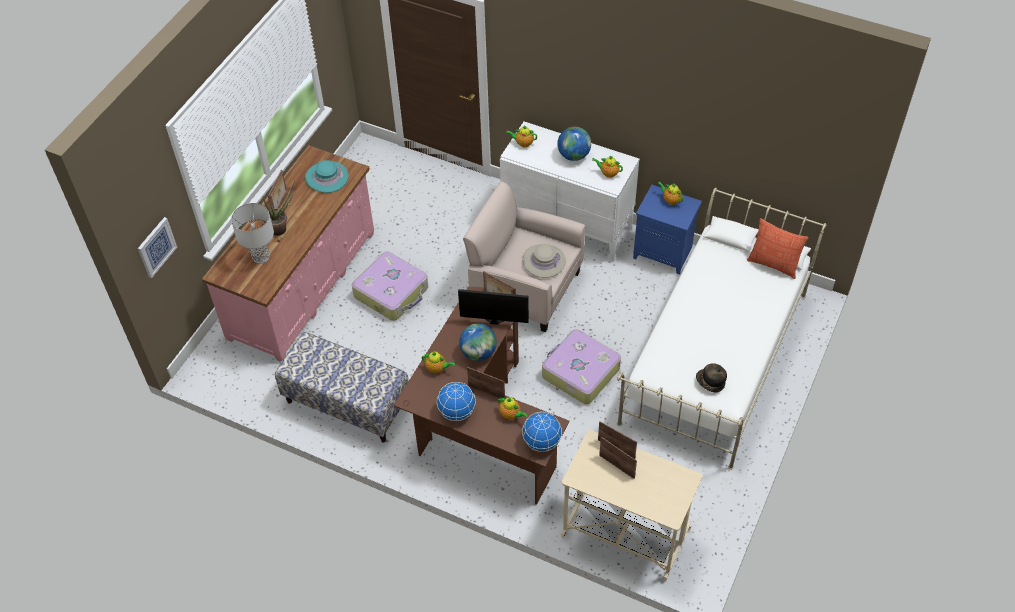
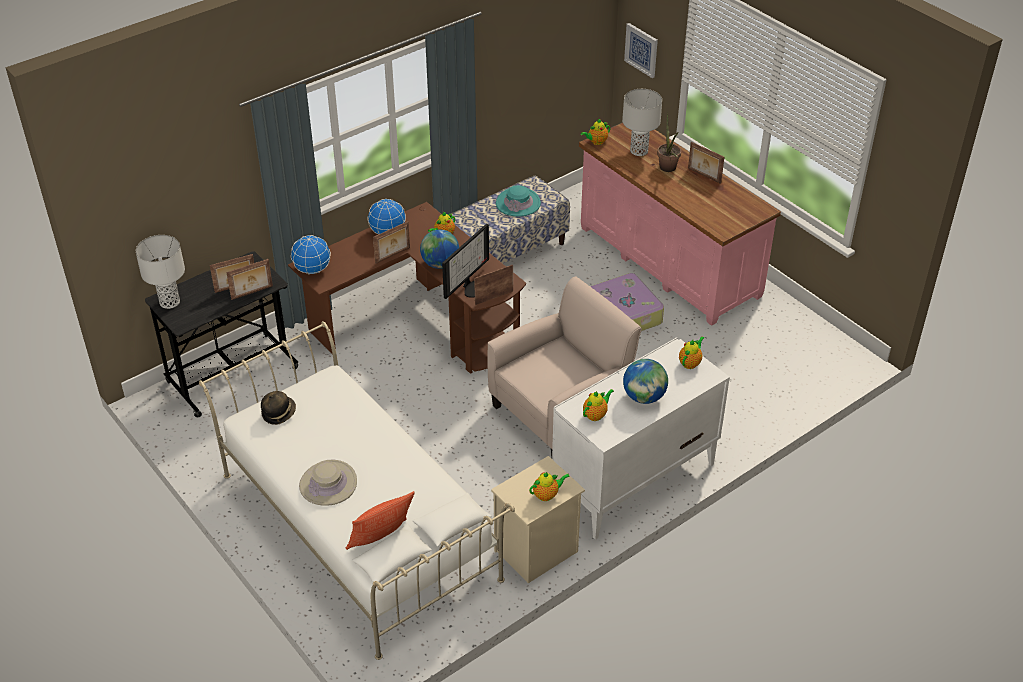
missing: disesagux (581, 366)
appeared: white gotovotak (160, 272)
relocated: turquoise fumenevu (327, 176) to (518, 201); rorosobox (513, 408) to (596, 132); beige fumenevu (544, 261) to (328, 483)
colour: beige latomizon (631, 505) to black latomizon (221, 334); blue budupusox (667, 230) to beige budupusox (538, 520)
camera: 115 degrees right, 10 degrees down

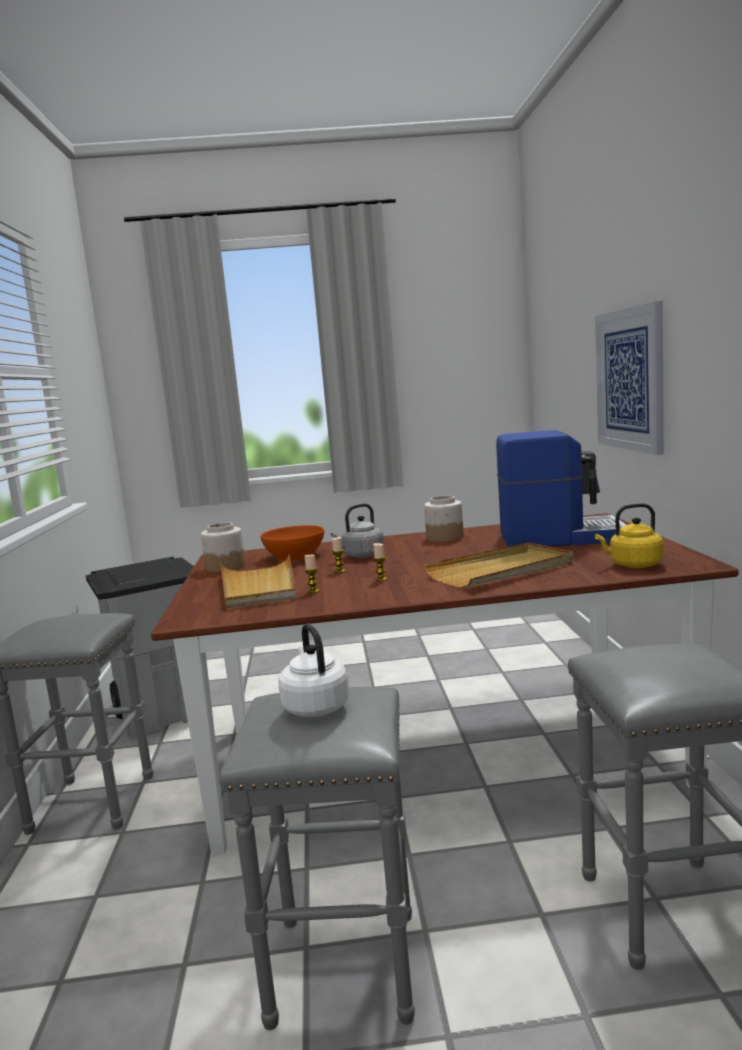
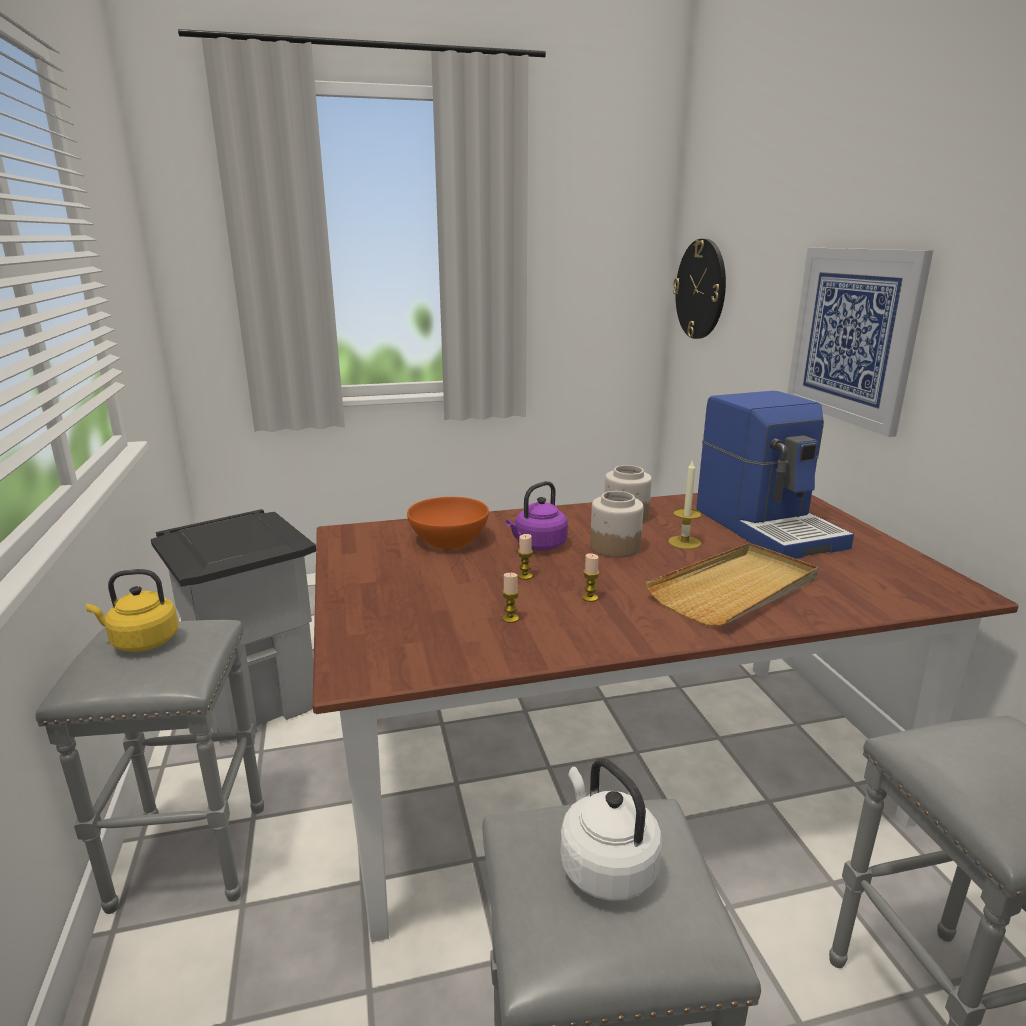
missing: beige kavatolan (258, 581)
appeared: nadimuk (685, 504); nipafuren (699, 289)
relocated: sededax (223, 547) to (617, 524); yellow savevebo (629, 535) to (132, 610)
colour: grey savevebo (357, 530) to purple savevebo (537, 516)
spun: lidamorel (561, 488) = (775, 475) 75 degrees clockwise
camera: 10 degrees left, 10 degrees up

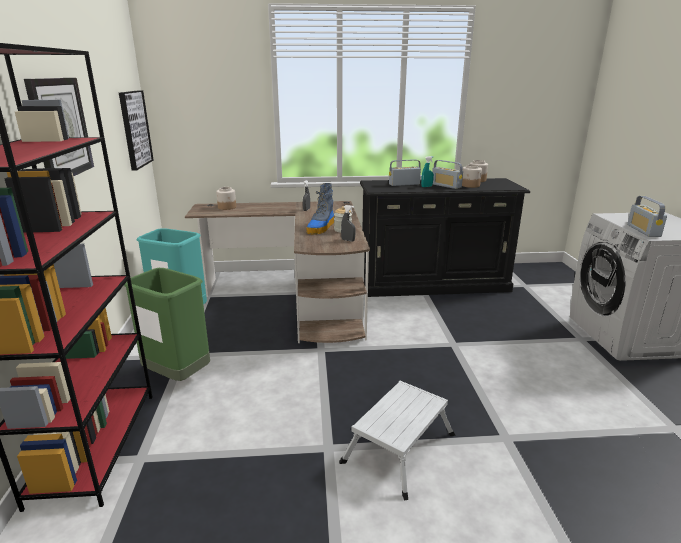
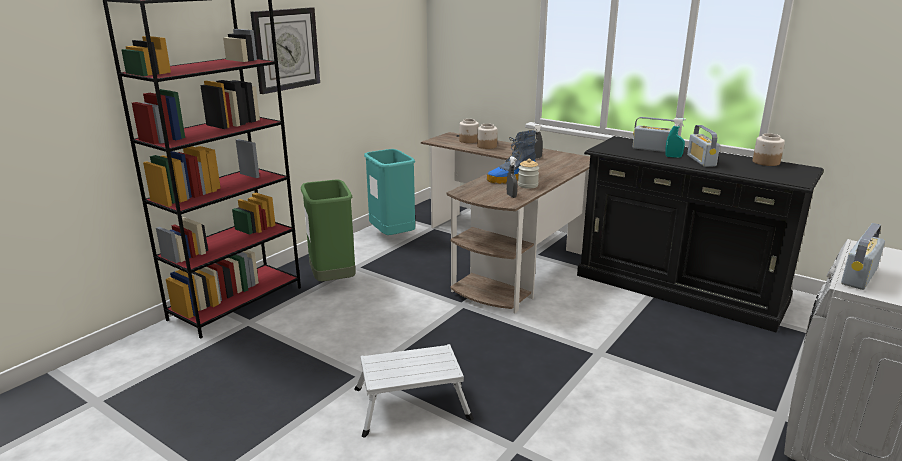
missing: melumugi (136, 130)
relocated: sededax (472, 176) to (487, 136)
camera: 40 degrees right, 0 degrees up

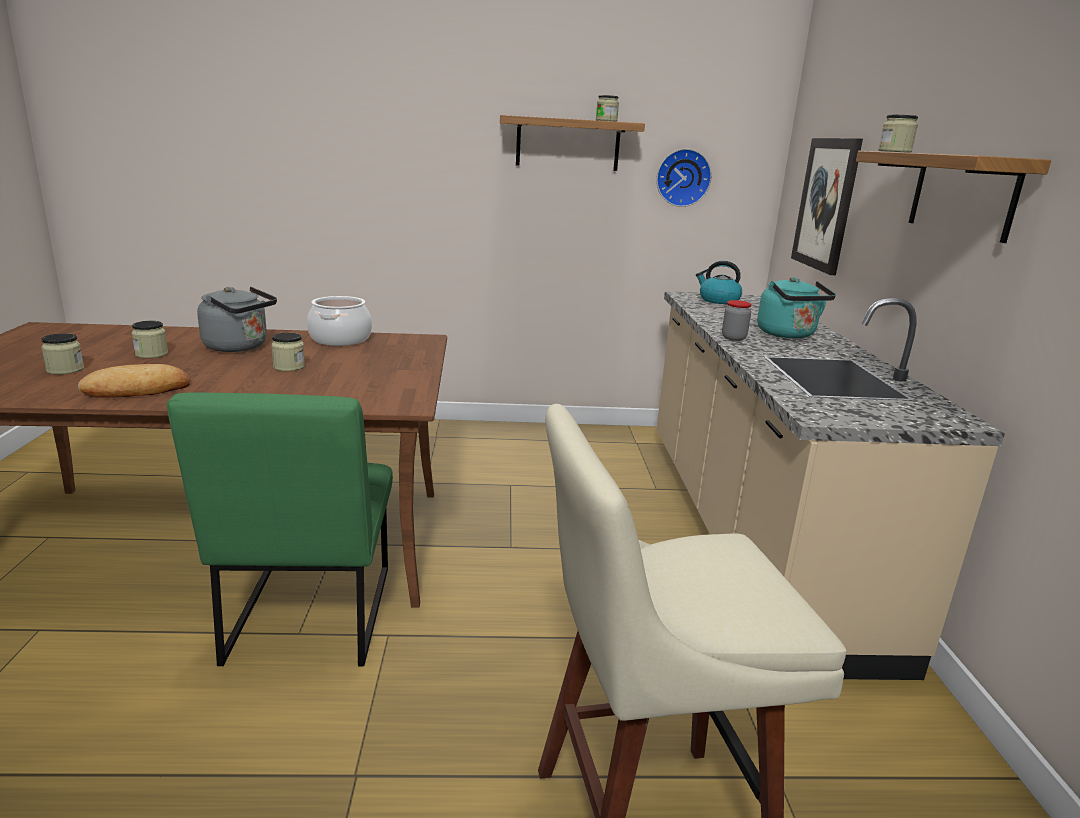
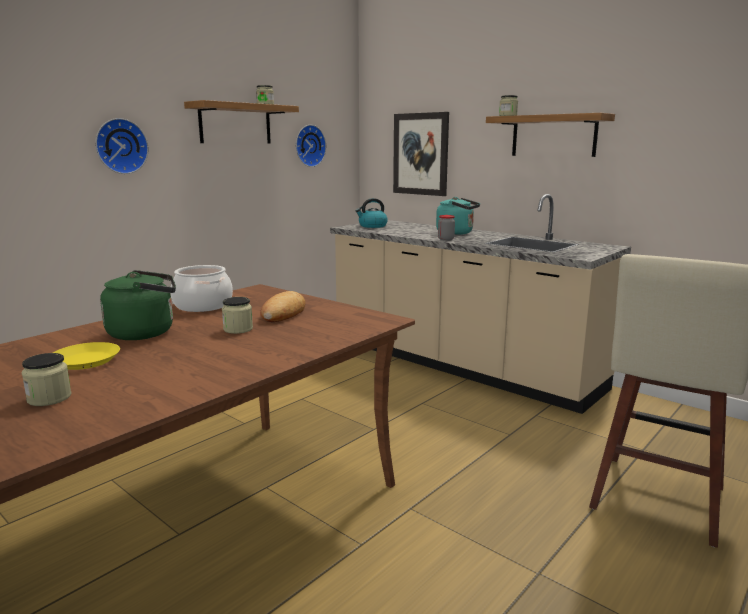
missing: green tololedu (280, 529)
appeared: nipafuren (122, 146)
relocated: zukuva (134, 381) to (282, 306)
exchanged: sededax (150, 339) to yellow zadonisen (86, 356)
colour: grey savevebo (237, 319) to green savevebo (138, 305)
camera: 45 degrees left, 5 degrees down

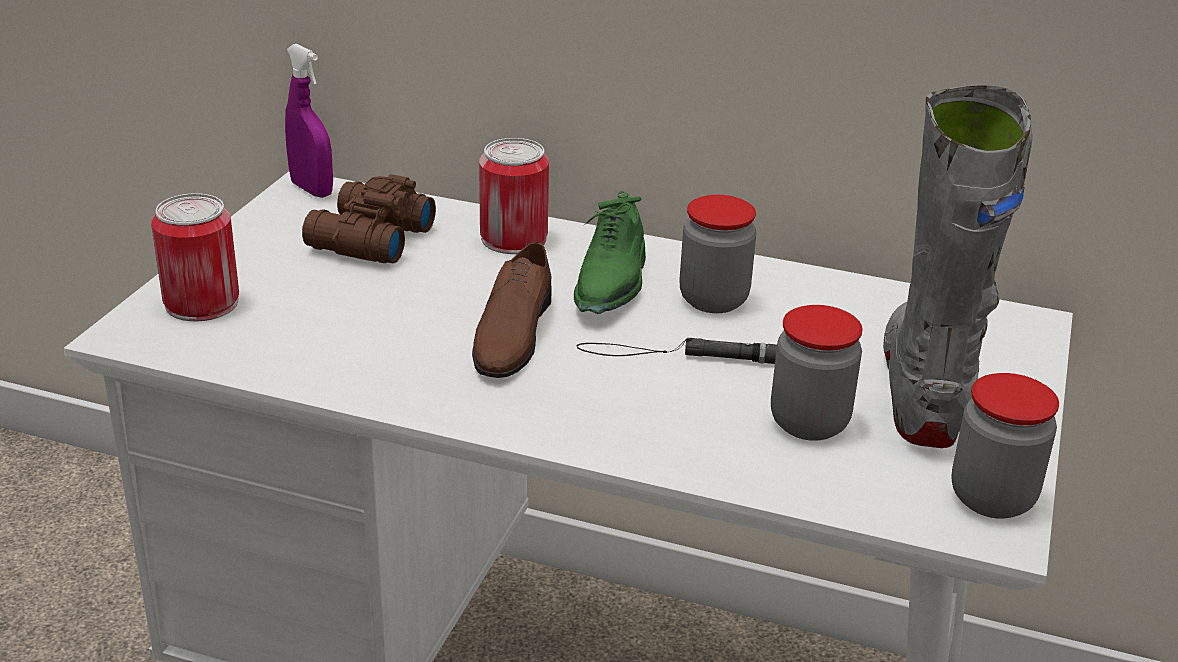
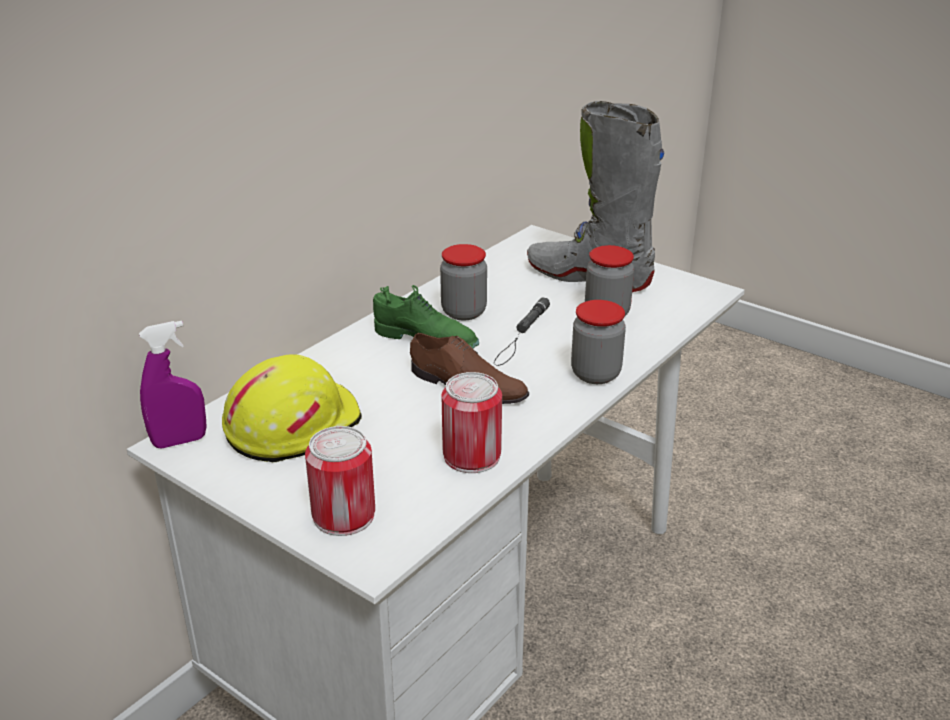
relocated: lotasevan (514, 196) to (471, 422); sededax (1005, 446) to (598, 342)
exchanged: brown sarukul (369, 218) to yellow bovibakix (292, 408)
camera: 70 degrees left, 0 degrees up

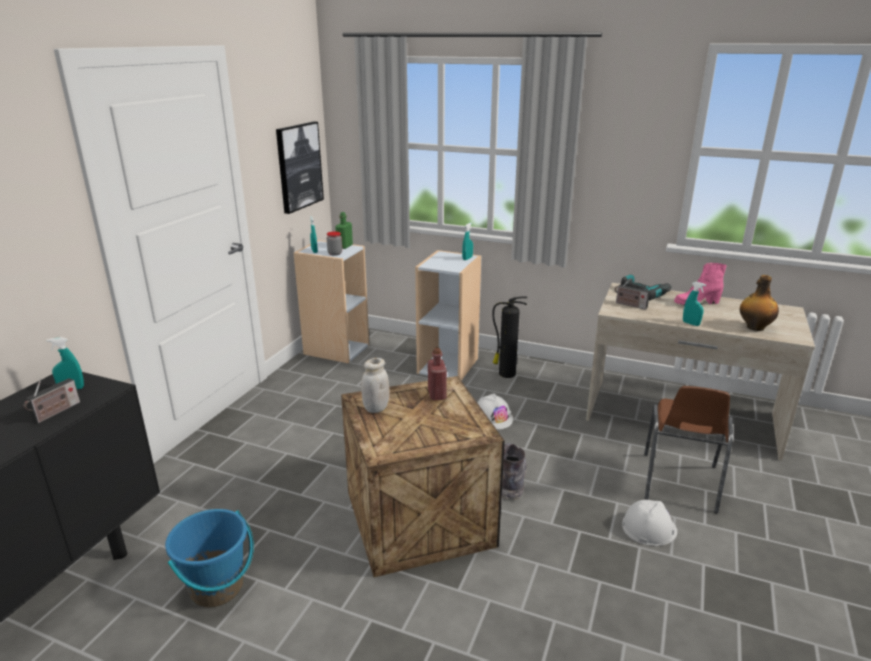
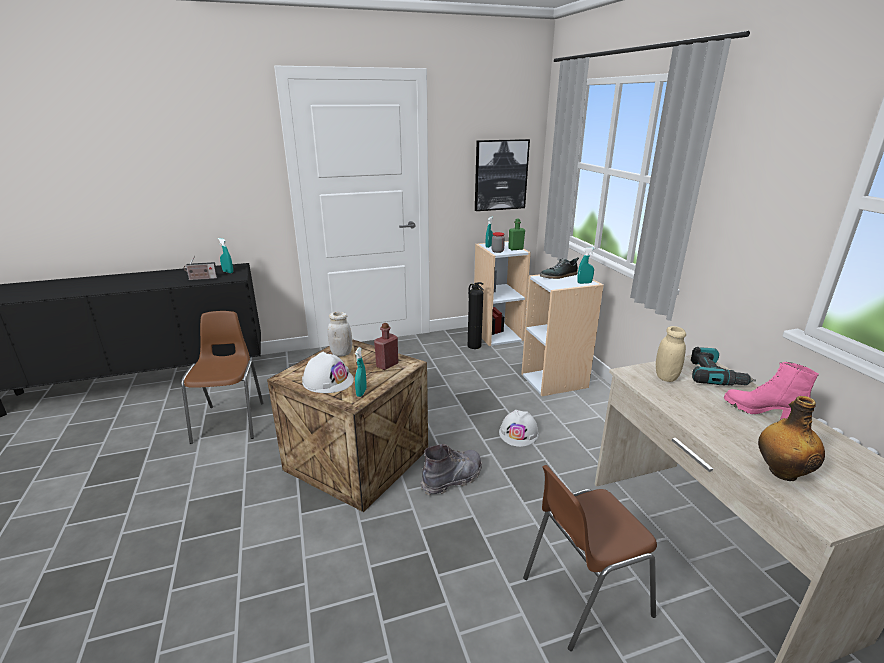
appeared: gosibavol (559, 268)
relocated: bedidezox (509, 337) to (475, 315); white bovibakix (649, 523) to (328, 372); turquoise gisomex (694, 304) to (361, 372)
exchanged: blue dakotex (209, 558) to brown tololedu (222, 377); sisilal (632, 294) to beige sededax (671, 354)
camera: 50 degrees right, 0 degrees up

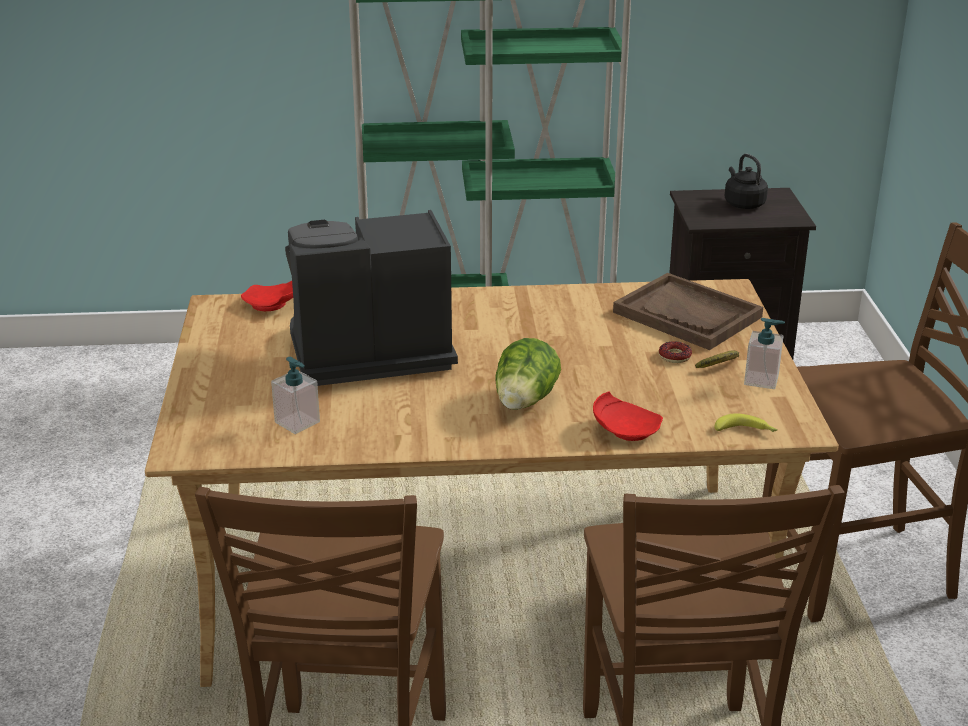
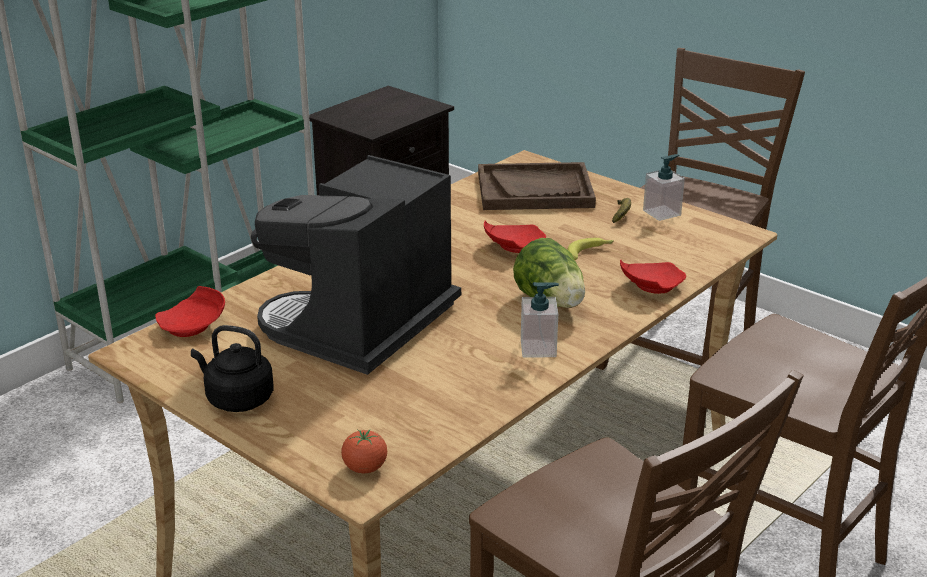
missing: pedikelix (675, 352)
appeared: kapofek (364, 451); red zadonisen (515, 237)
relocated: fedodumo (295, 395) to (540, 320); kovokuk (746, 422) to (590, 249); black savevebo (746, 181) to (232, 368)
camera: 45 degrees left, 0 degrees up

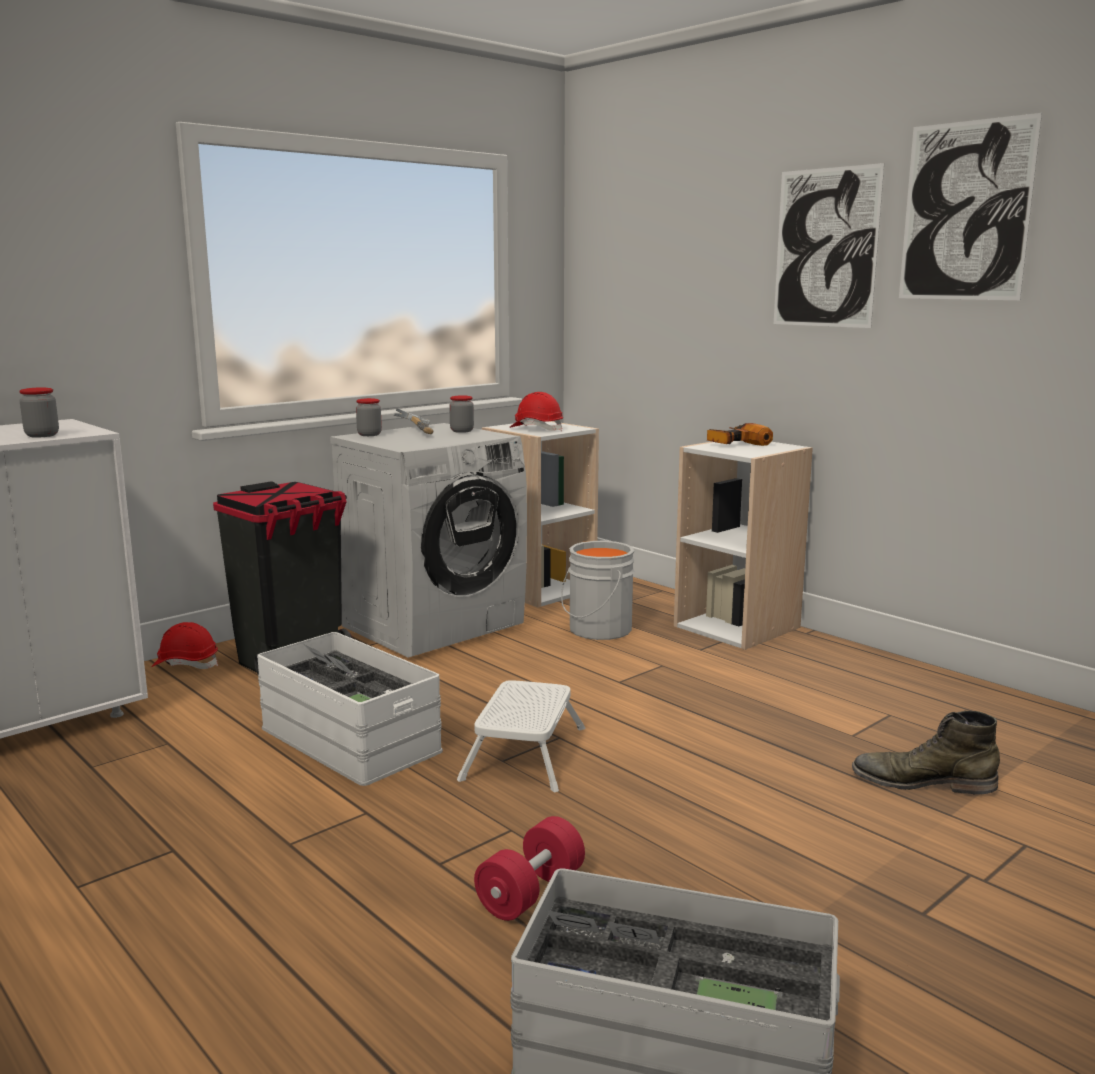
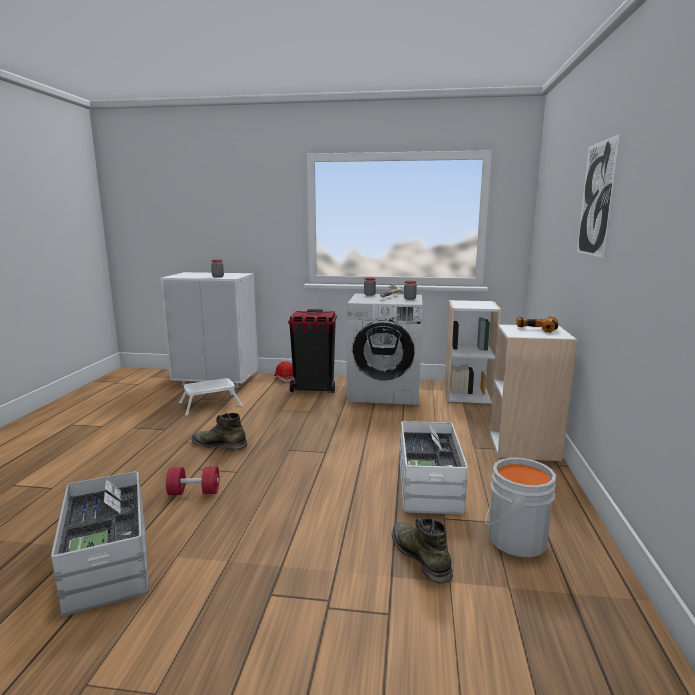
missing: red bovibakix (536, 411); melumugi (970, 206)
appeared: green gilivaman (219, 431)
relocated: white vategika (350, 709) to (433, 468); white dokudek (521, 737) to (211, 396); grey dakotex (598, 590) to (520, 507)
camera: 50 degrees right, 0 degrees up

